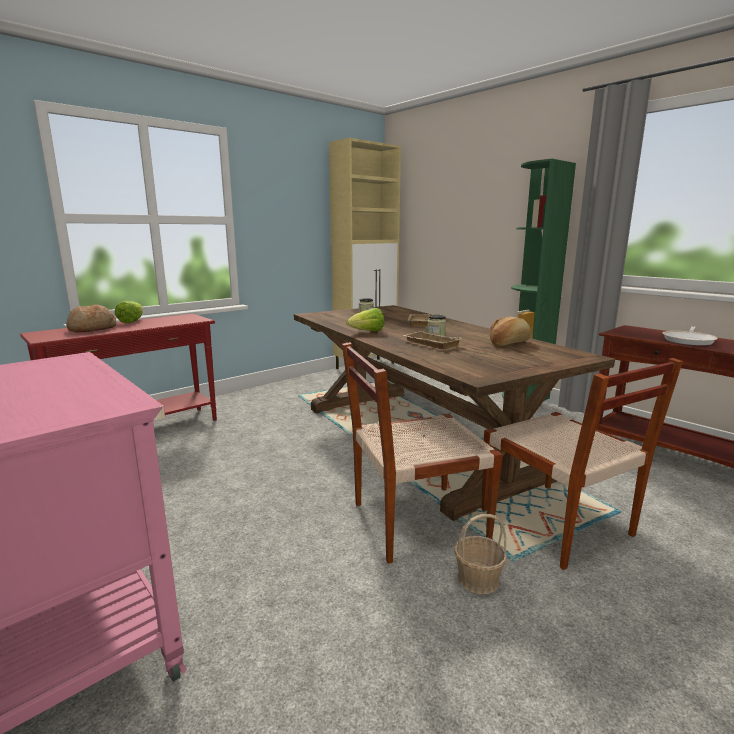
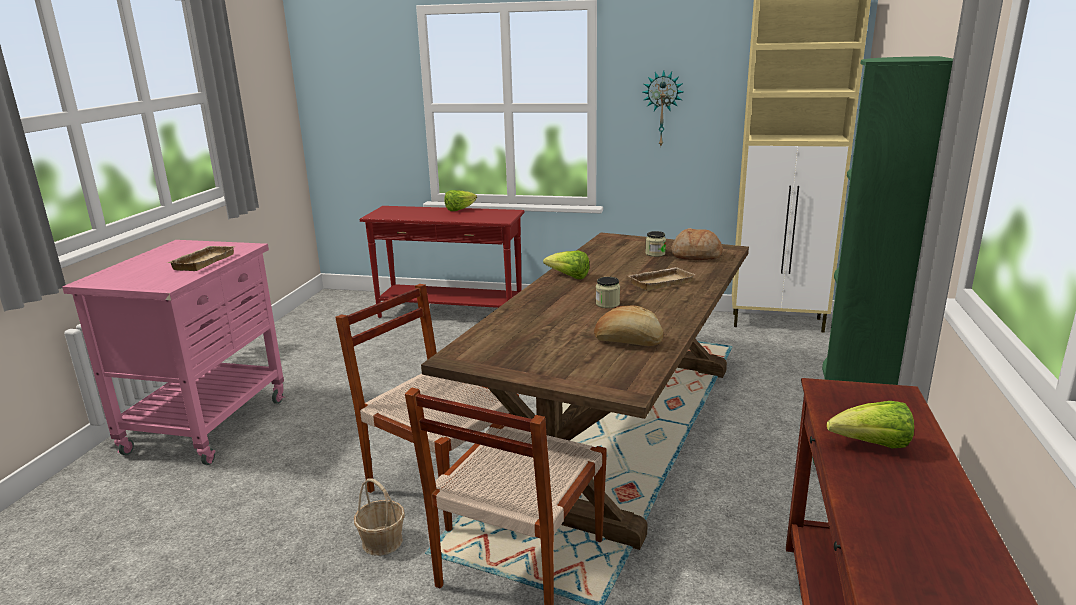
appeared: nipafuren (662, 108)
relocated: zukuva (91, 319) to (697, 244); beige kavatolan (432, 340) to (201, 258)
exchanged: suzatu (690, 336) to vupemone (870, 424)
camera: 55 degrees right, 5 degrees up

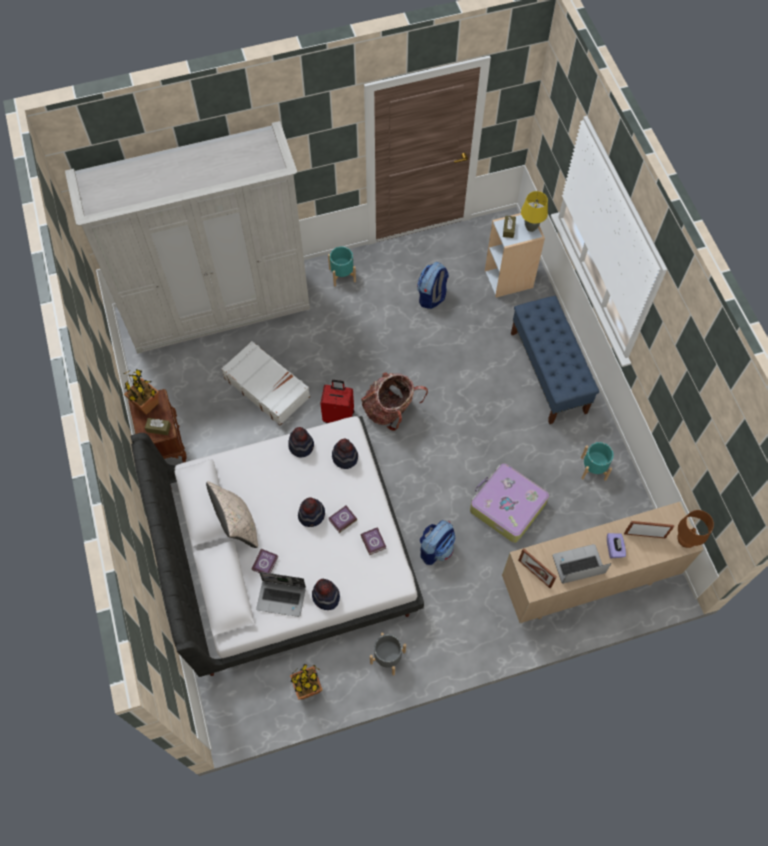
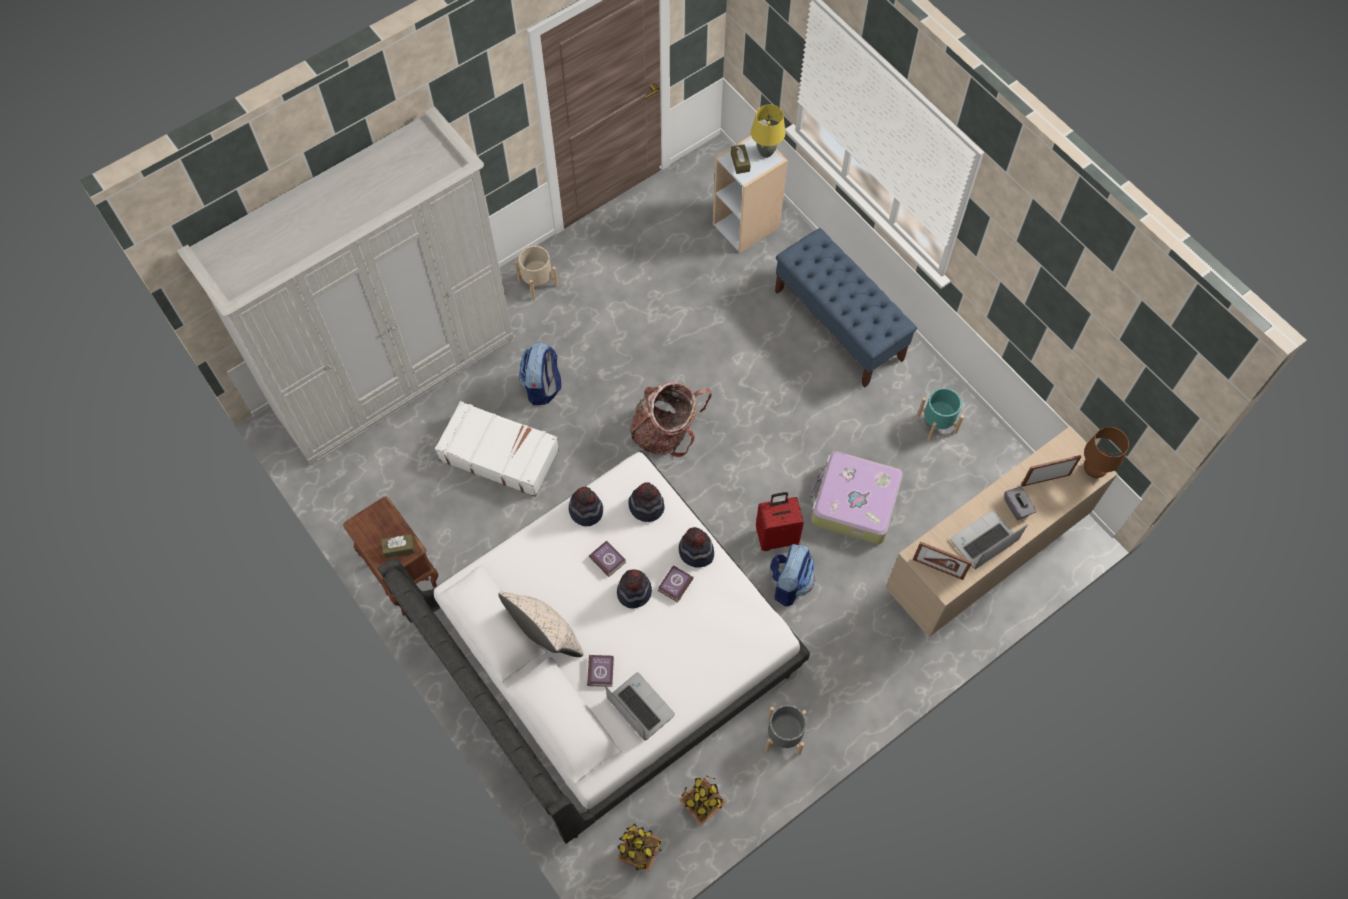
relocated: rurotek (141, 392) to (639, 847); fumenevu (326, 594) to (696, 547); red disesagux (337, 401) to (780, 521); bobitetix (373, 541) to (607, 559); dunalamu (433, 285) to (540, 373)
colour: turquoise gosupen (342, 266) to beige gosupen (536, 273); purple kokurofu (616, 545) to grey kokurofu (1020, 503)
spun: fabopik (281, 594) = (640, 706) 120 degrees counterclockwise
camera: 20 degrees left, 0 degrees up

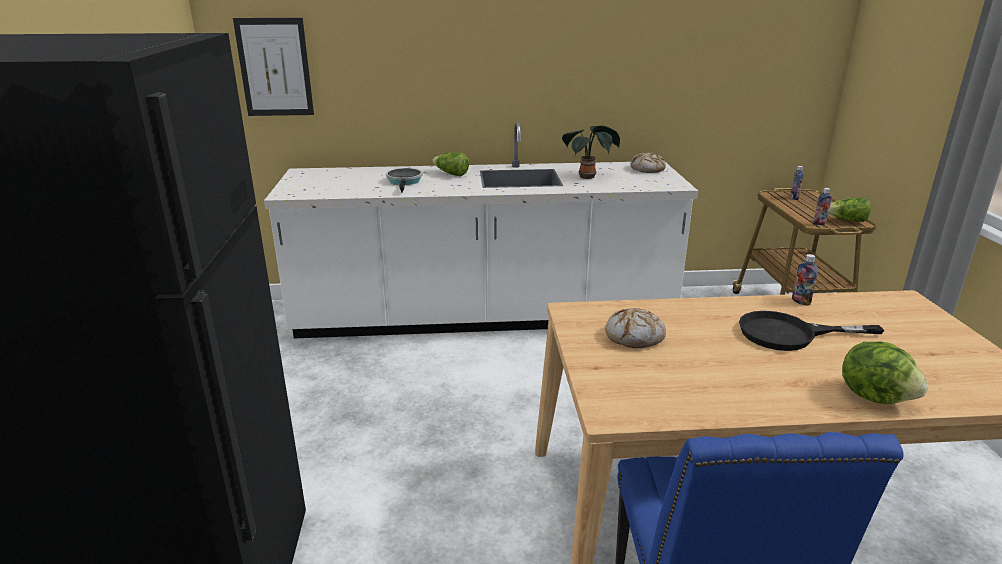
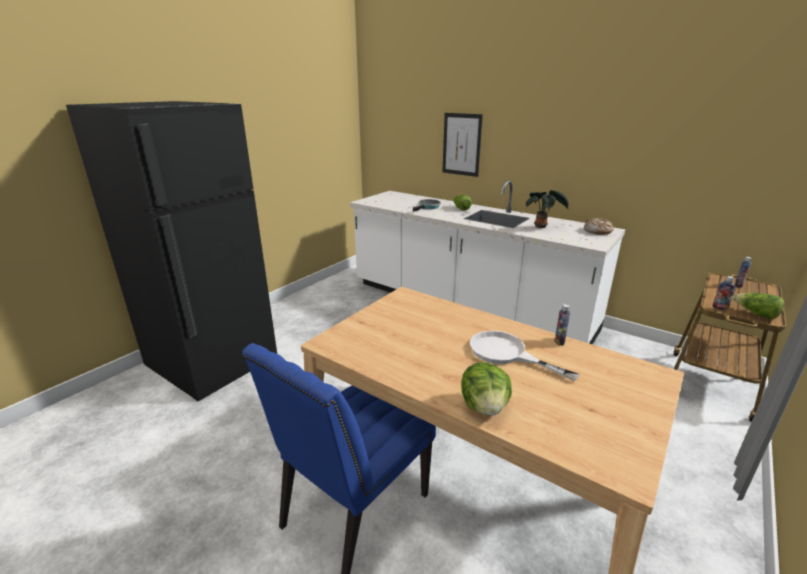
missing: zukuva (635, 328)
relocated: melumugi (273, 67) to (462, 145)
colour: black suzatu (811, 331) to white suzatu (525, 356)
camera: 40 degrees right, 0 degrees up

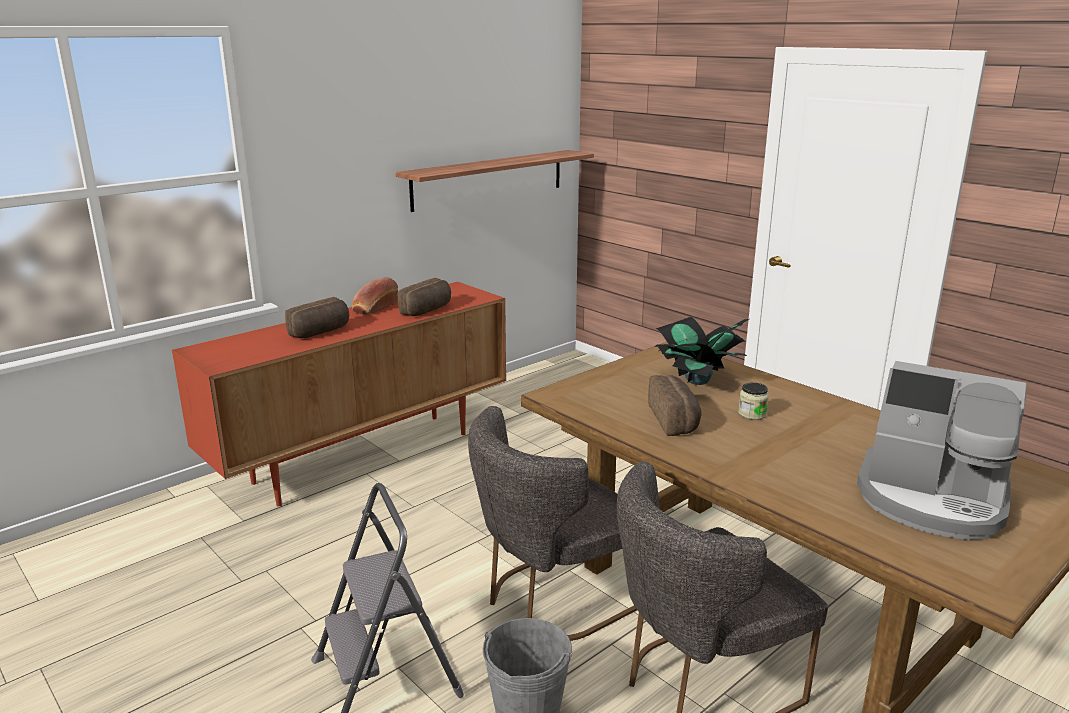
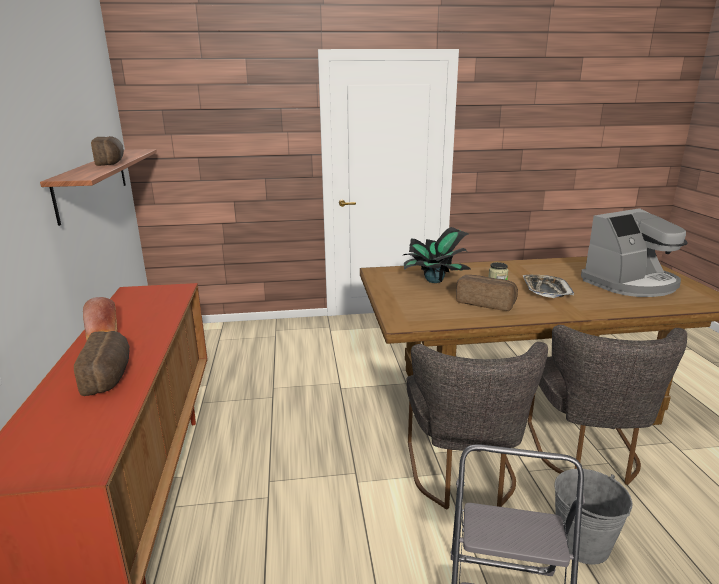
appeared: kavatolan (548, 286)
relocated: zukuva (424, 297) to (107, 151)
camera: 55 degrees left, 0 degrees up

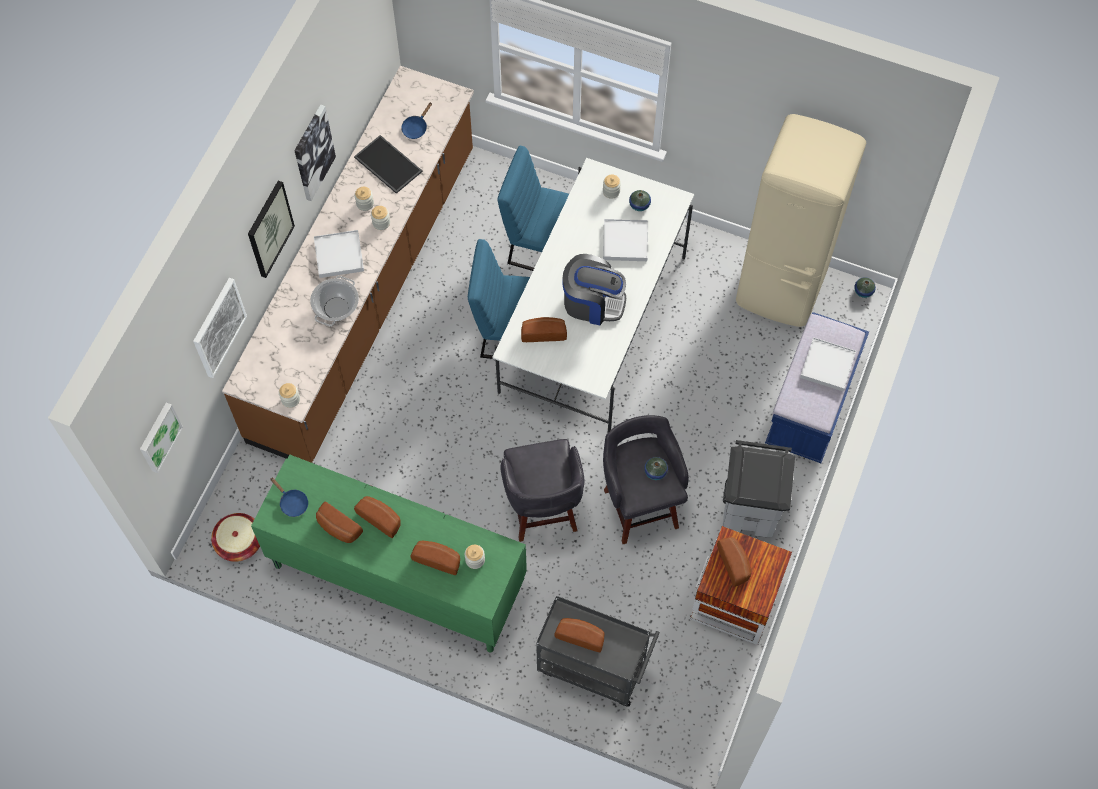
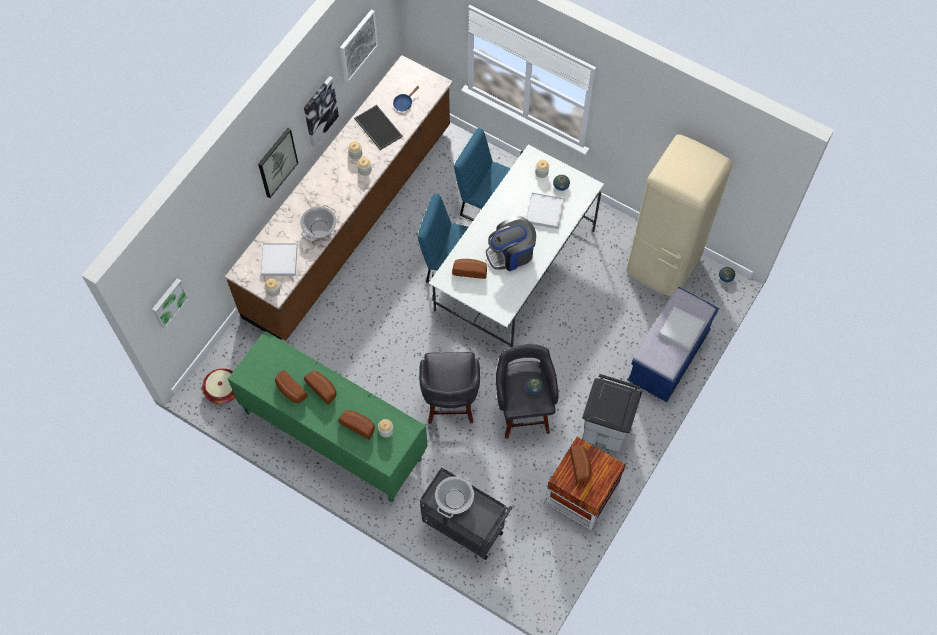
missing: blue suzatu (289, 497)
relocated: melumugi (220, 328) to (359, 46); white kavatolan (339, 254) to (279, 259)
exchanged: zukuva (579, 635) to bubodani (454, 496)
spun: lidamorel (594, 289) = (511, 243) 135 degrees clockwise
camera: 10 degrees right, 0 degrees up

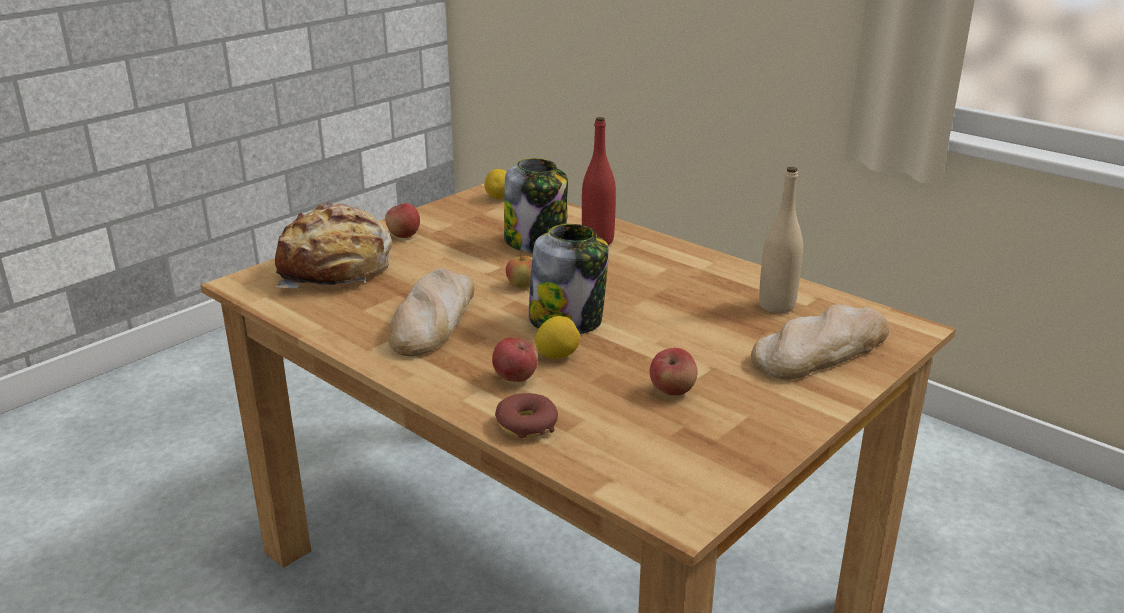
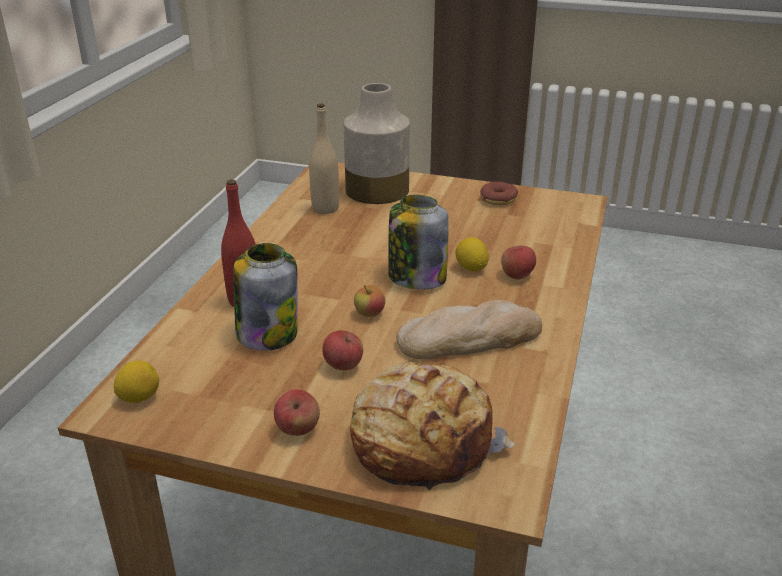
relocated: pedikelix (526, 415) to (499, 193); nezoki (674, 372) to (343, 350)
exchanged: zukuva (820, 341) to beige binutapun (377, 143)
camera: 115 degrees left, 5 degrees up

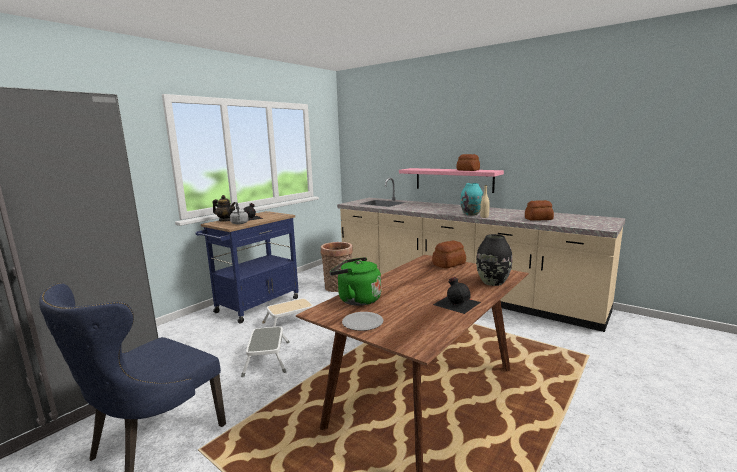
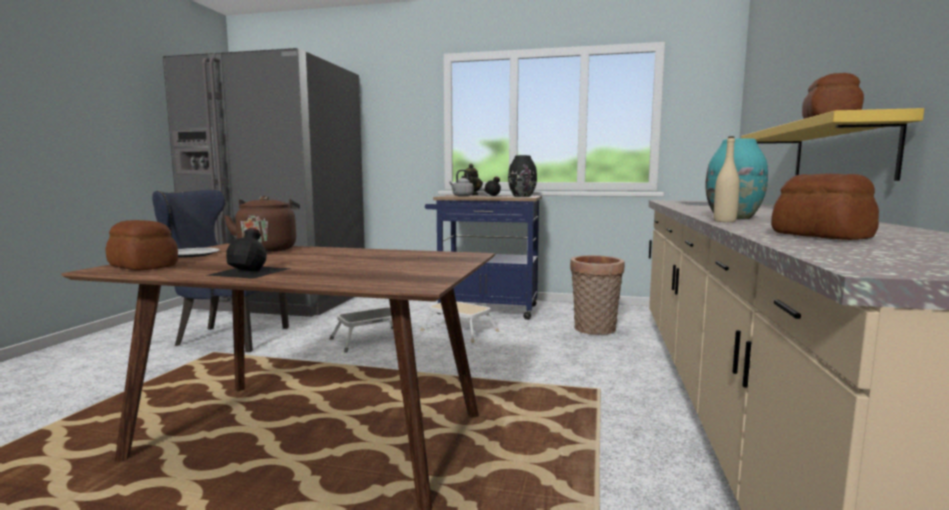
relocated: zukuva (449, 254) to (141, 245); black binutapun (494, 260) to (522, 176)
colour: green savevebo (355, 281) to brown savevebo (262, 224); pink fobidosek (451, 180) to yellow fobidosek (832, 144)
camera: 65 degrees right, 5 degrees down

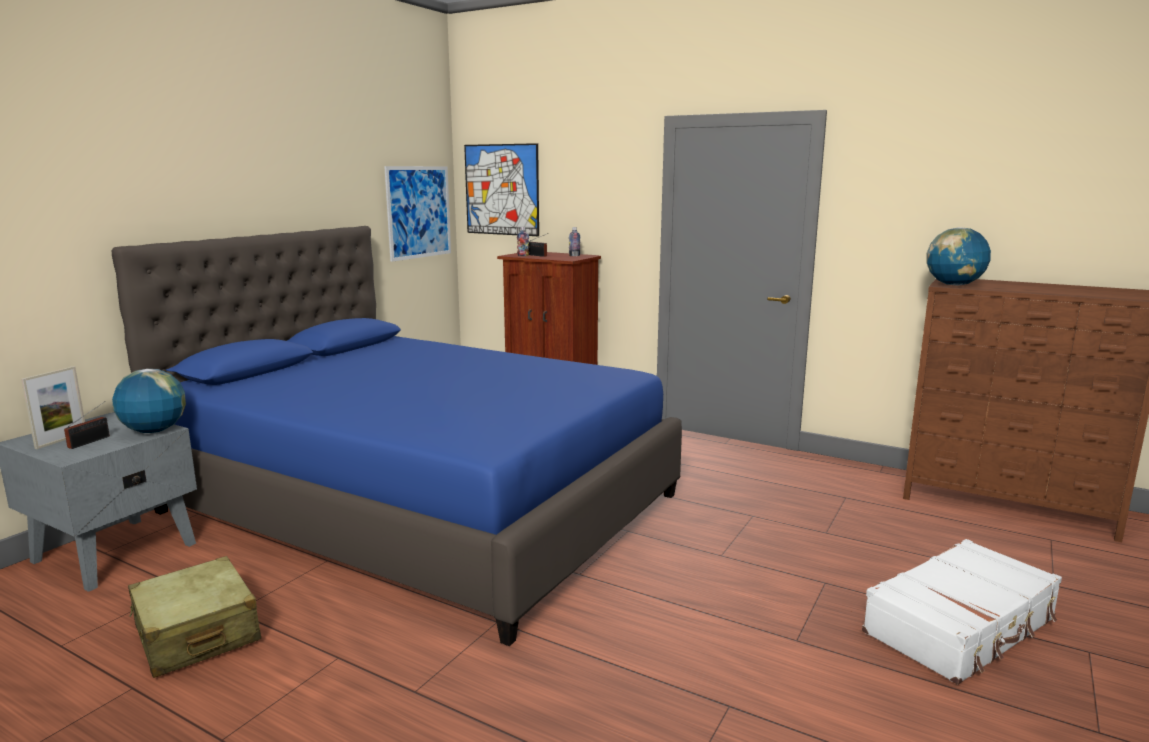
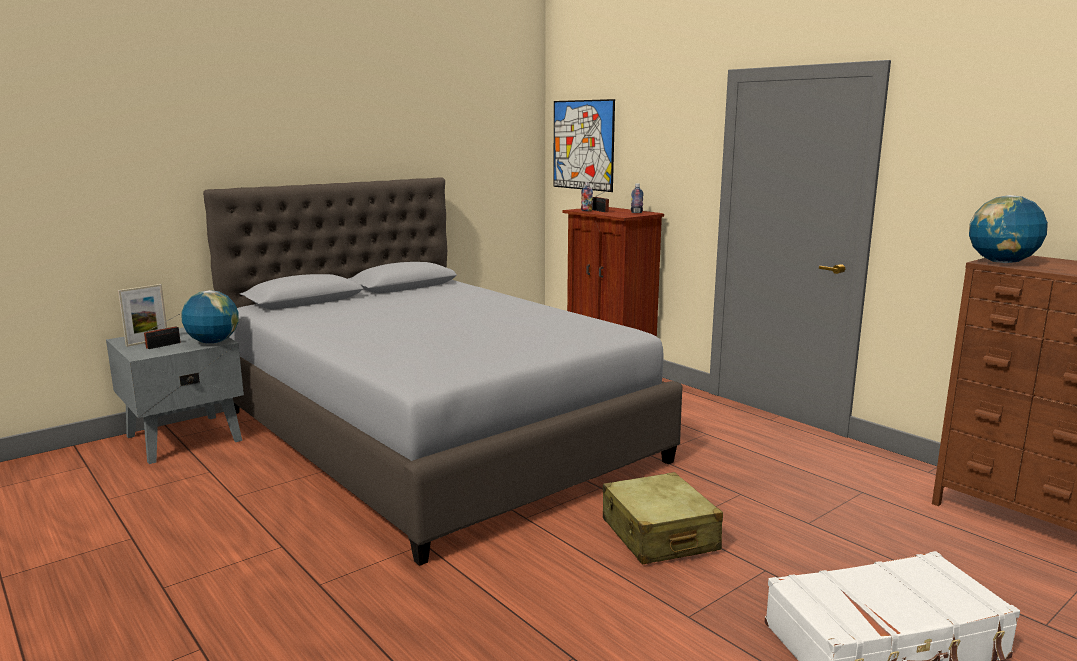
missing: melumugi (417, 214)
relocated: beige disesagux (194, 617) to (663, 518)
colour: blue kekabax (397, 436) to grey kekabax (443, 371)
camera: 20 degrees right, 0 degrees up

